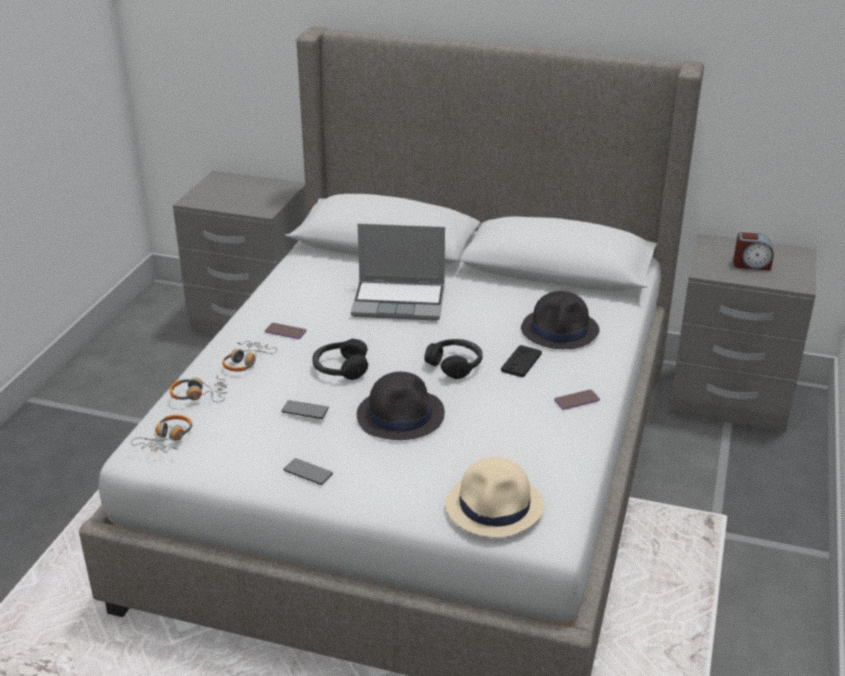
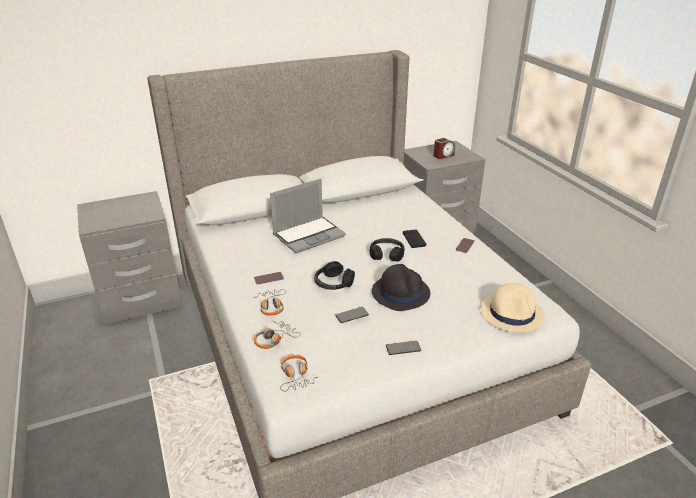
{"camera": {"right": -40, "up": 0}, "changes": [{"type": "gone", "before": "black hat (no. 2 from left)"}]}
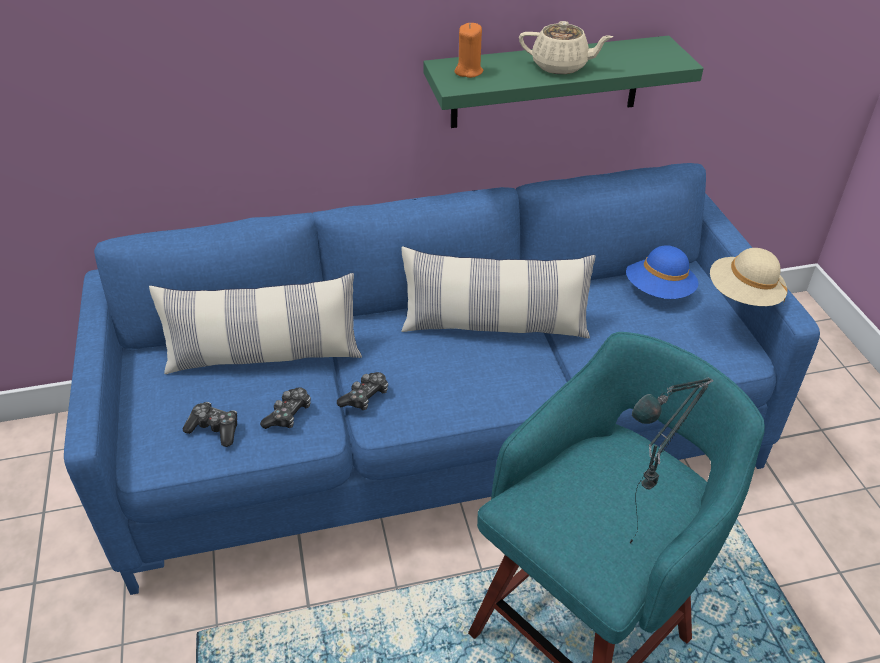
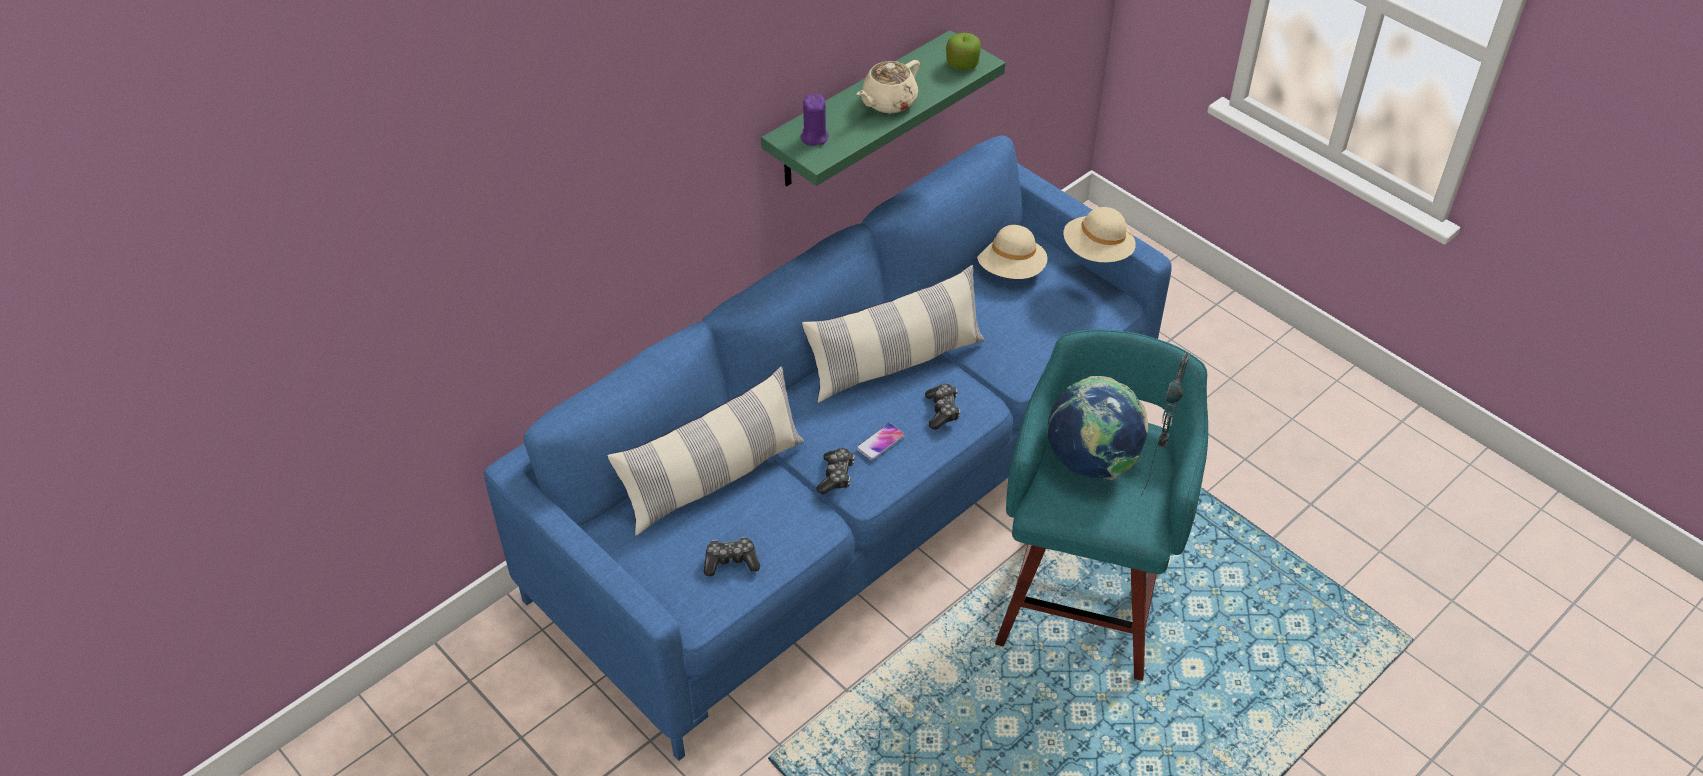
{"camera": {"right": -30, "up": 5}, "changes": [{"type": "new", "after": "phone"}, {"type": "new", "after": "apple"}, {"type": "new", "after": "globe"}, {"type": "shifted", "before": "game controller (no. 2 from left in the first image)", "after": "game controller (no. 3 from left)"}, {"type": "repainted", "before": "orange candle", "after": "purple candle"}, {"type": "repainted", "before": "blue hat", "after": "beige hat (no. 1 from left)"}, {"type": "rotated", "before": "beige teapot", "turn": 150}]}
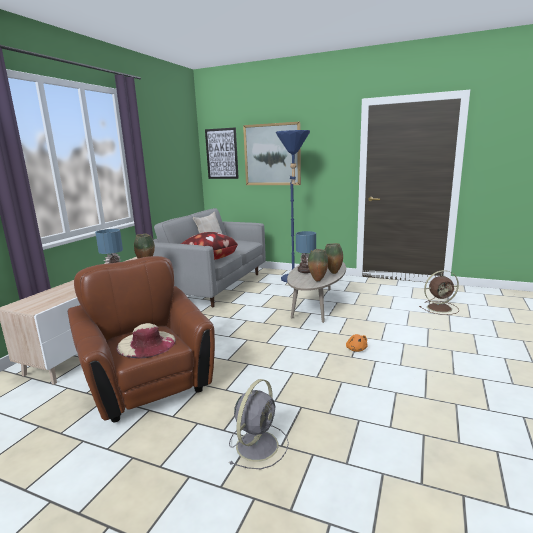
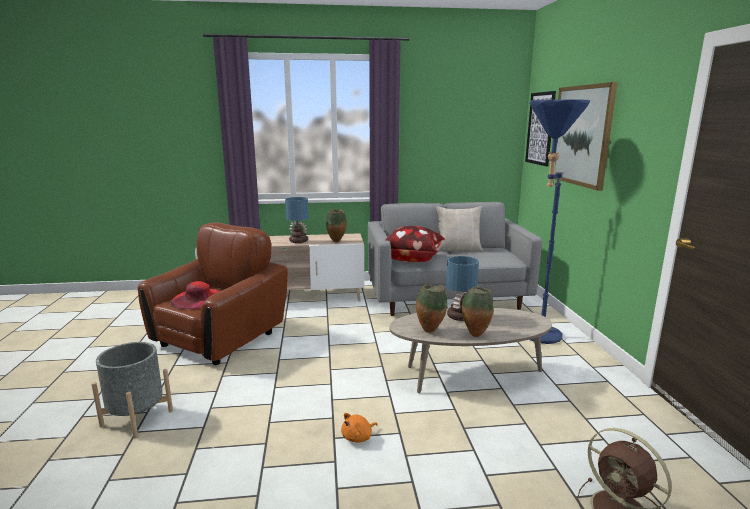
{"camera": {"right": 60, "up": 0}, "changes": [{"type": "swapped", "before": "grey fan", "after": "grey planter"}, {"type": "repainted", "before": "beige hat", "after": "red hat"}]}
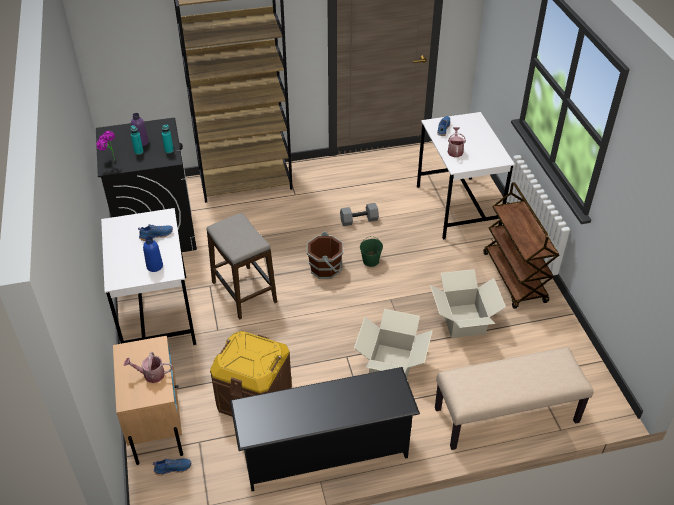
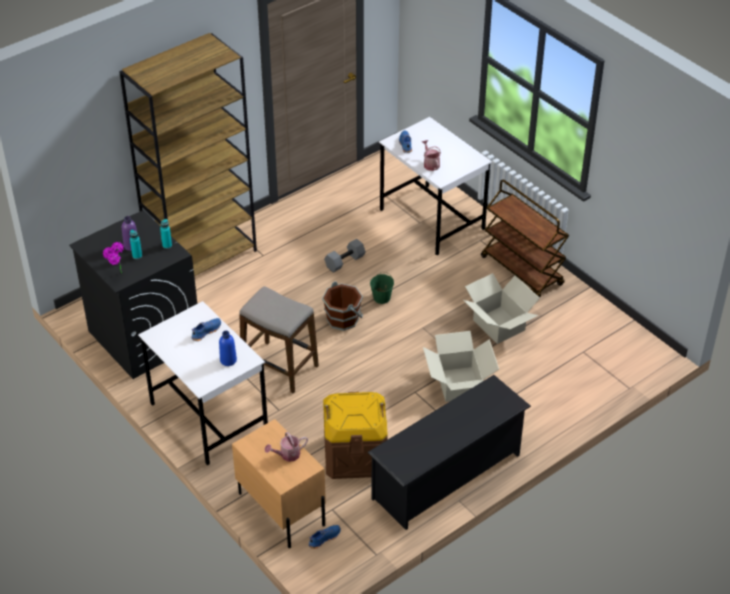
{"camera": {"right": -25, "up": 0}, "changes": [{"type": "gone", "before": "beige bench"}]}
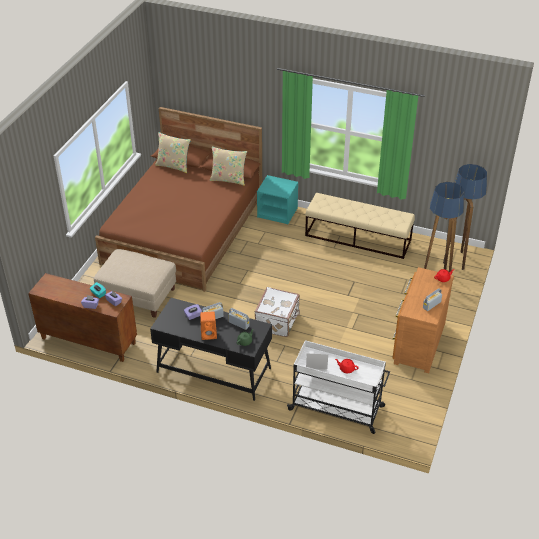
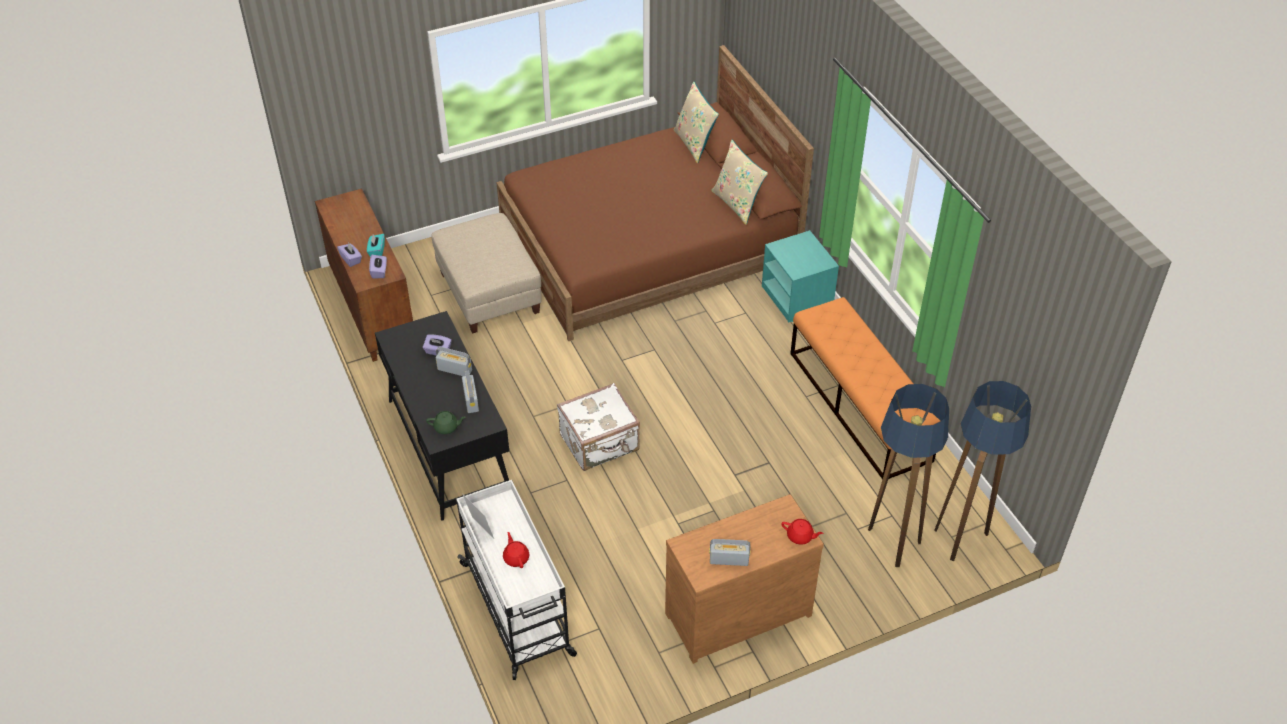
{"camera": {"right": 45, "up": 5}, "changes": [{"type": "gone", "before": "orange speaker"}, {"type": "repainted", "before": "beige bench", "after": "orange bench"}]}
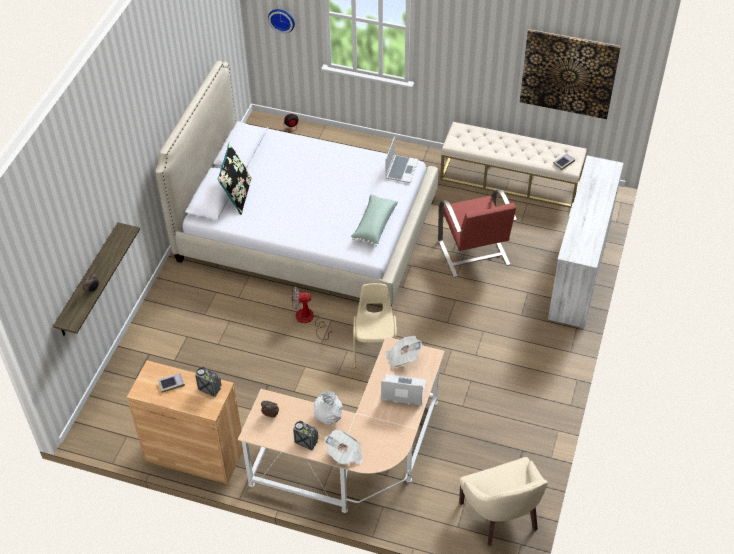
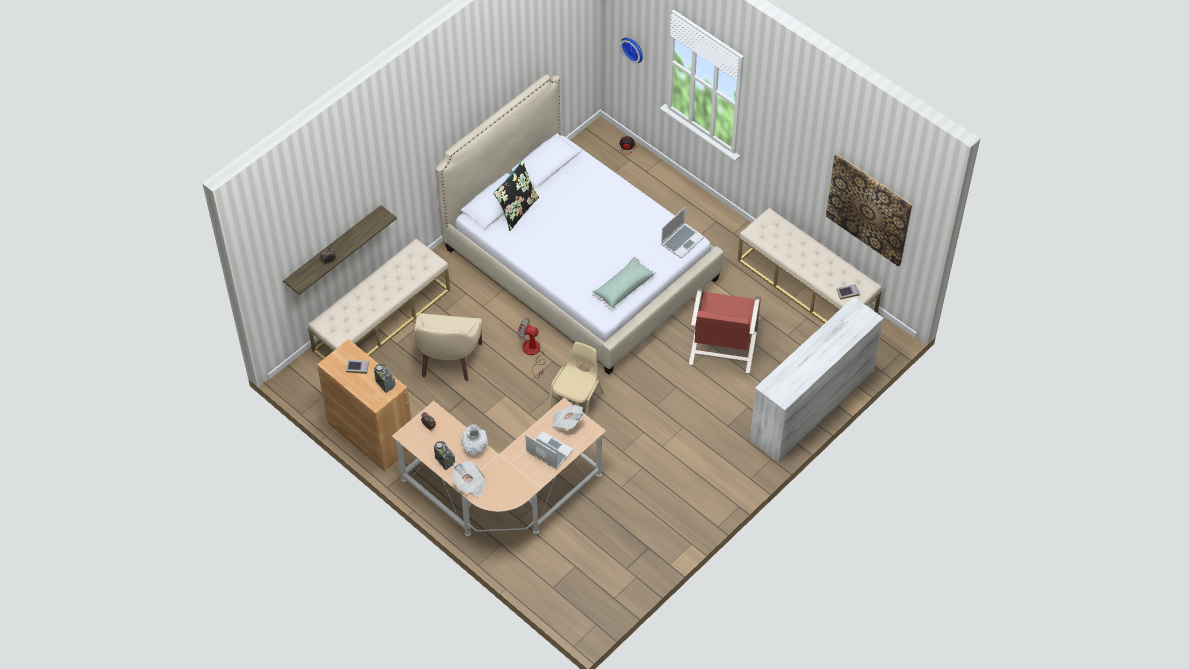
{"camera": {"right": 25, "up": 5}, "changes": [{"type": "new", "after": "beige bench (no. 1 from left)"}, {"type": "shifted", "before": "beige armchair"}]}
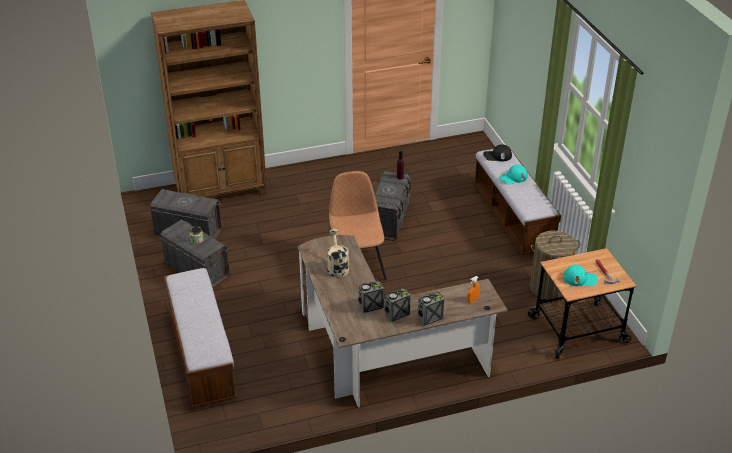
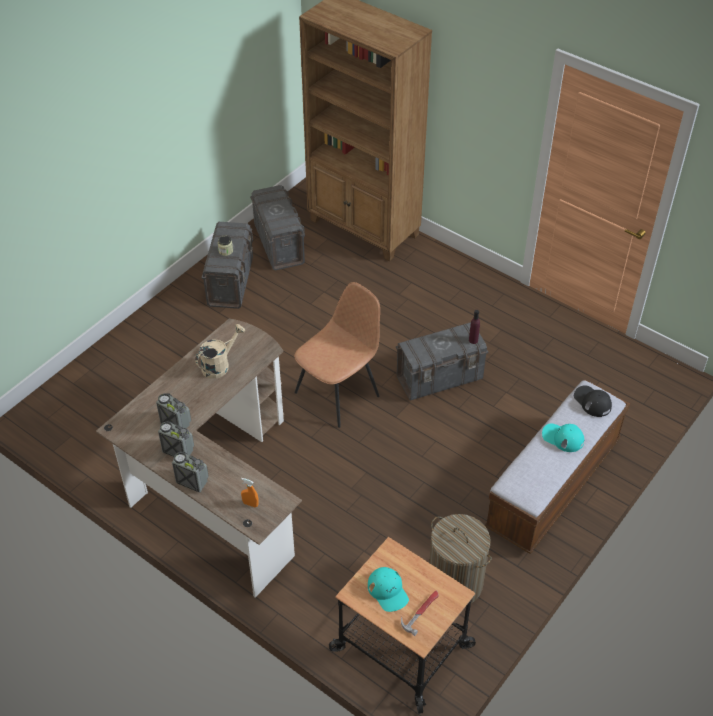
{"camera": {"right": 55, "up": 10}, "changes": [{"type": "gone", "before": "bench (no. 1 from left)"}]}
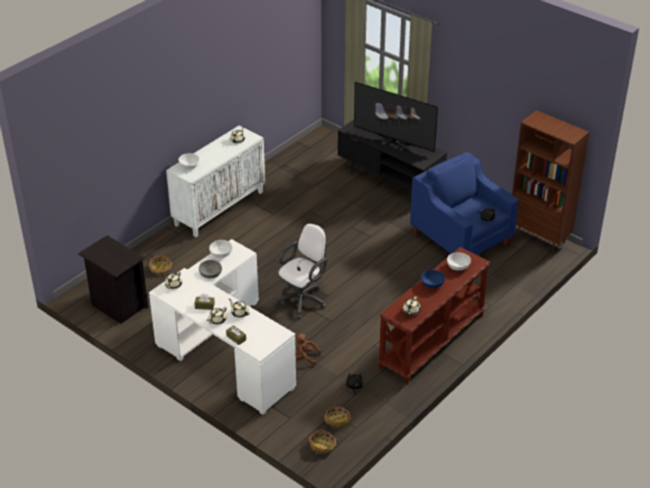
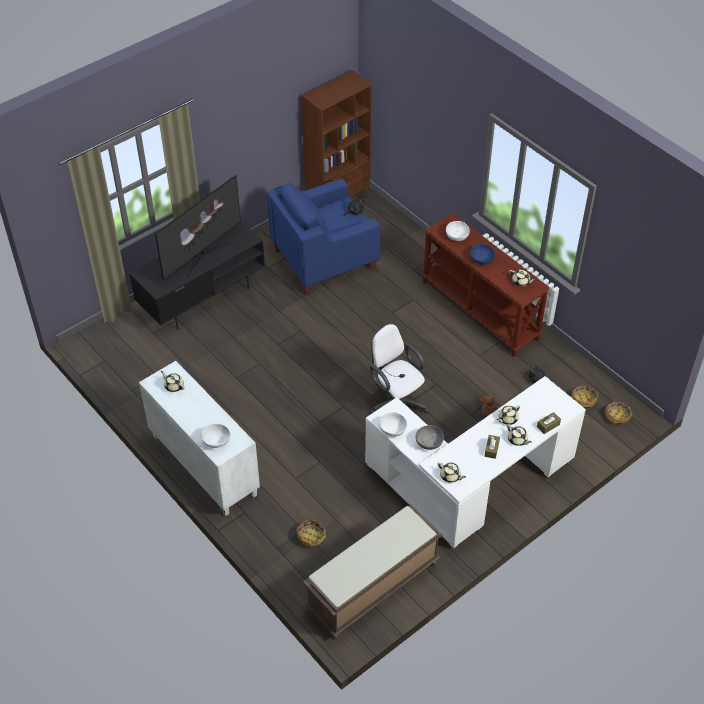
{"camera": {"right": -80, "up": 10}, "changes": [{"type": "swapped", "before": "black nightstand", "after": "brown bench"}]}
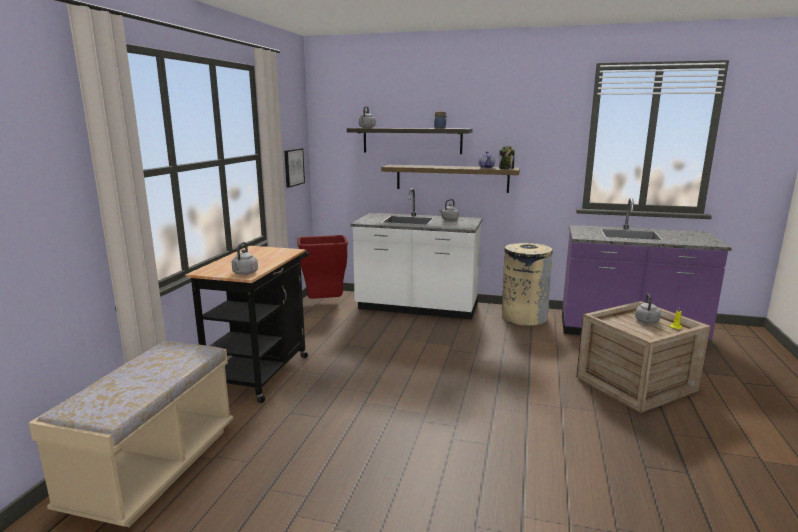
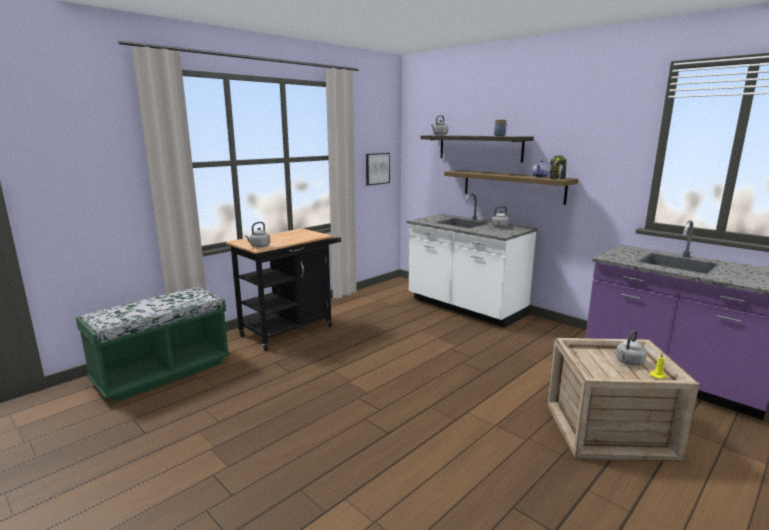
{"camera": {"right": 30, "up": 0}, "changes": [{"type": "gone", "before": "red trash can"}, {"type": "gone", "before": "beige trash can"}, {"type": "repainted", "before": "beige bench", "after": "green bench"}]}
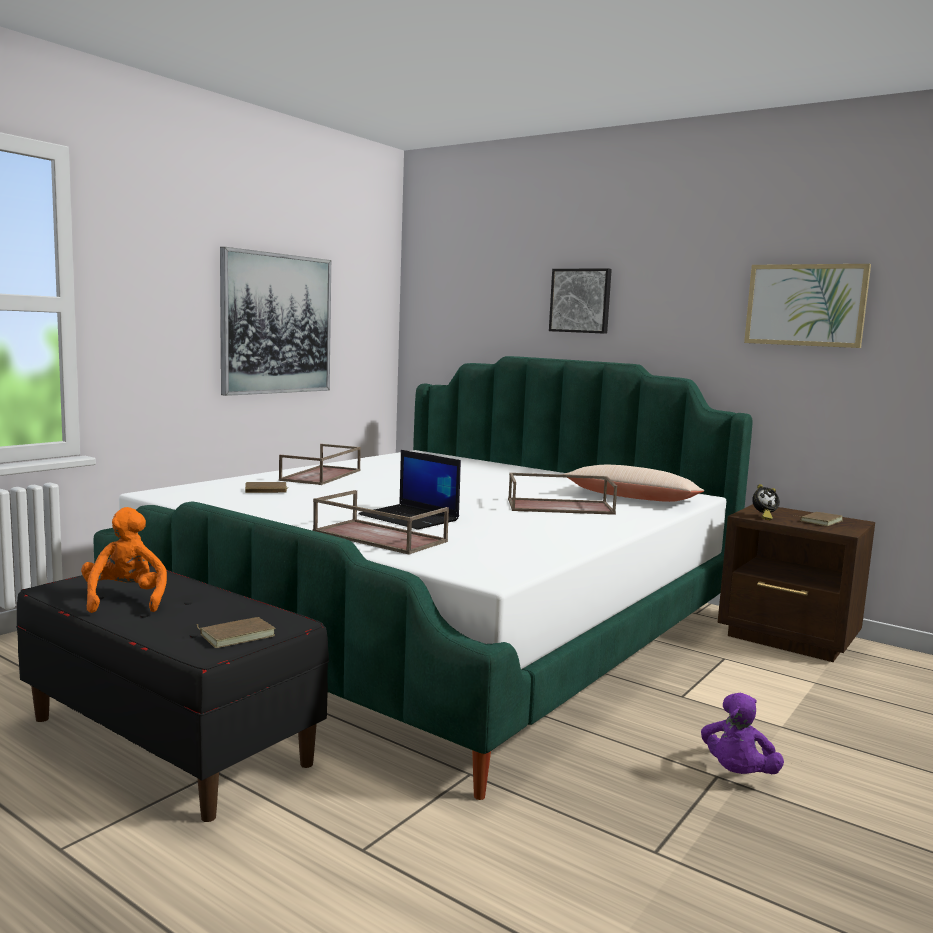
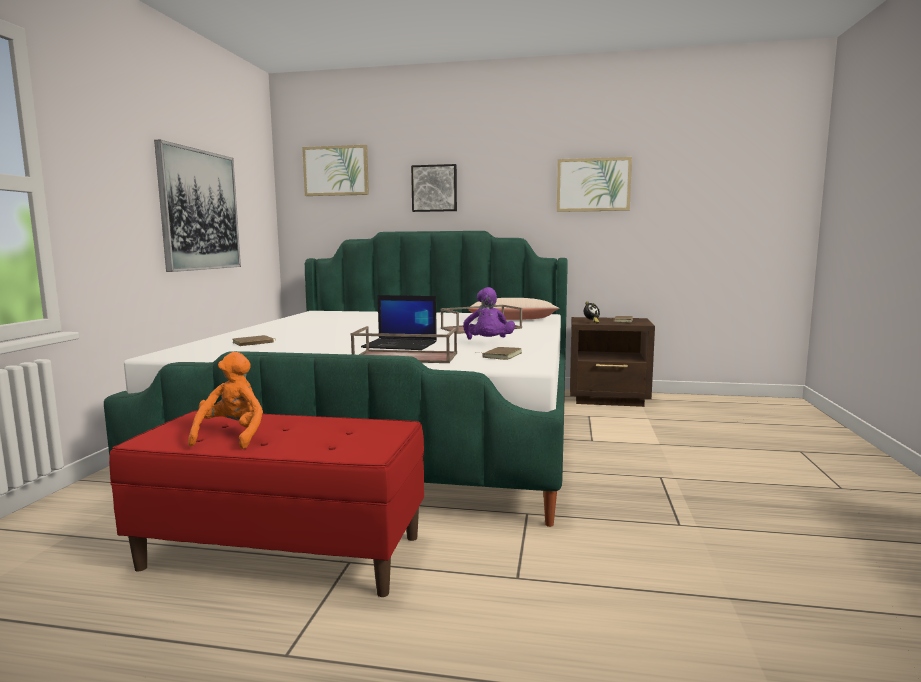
{"camera": {"right": -25, "up": 0}, "changes": [{"type": "gone", "before": "brown tray (no. 1 from left)"}, {"type": "new", "after": "picture (no. 2 from left)"}, {"type": "shifted", "before": "brown book (no. 1 from left in the first image)", "after": "brown book (no. 2 from left)"}, {"type": "shifted", "before": "purple plush toy"}, {"type": "repainted", "before": "black bench", "after": "red bench"}, {"type": "rotated", "before": "orange plush toy", "turn": 45}]}
